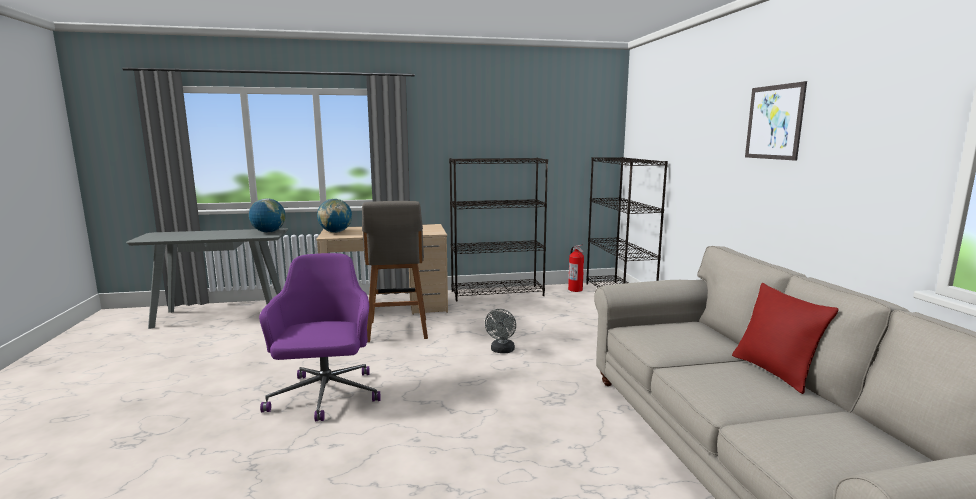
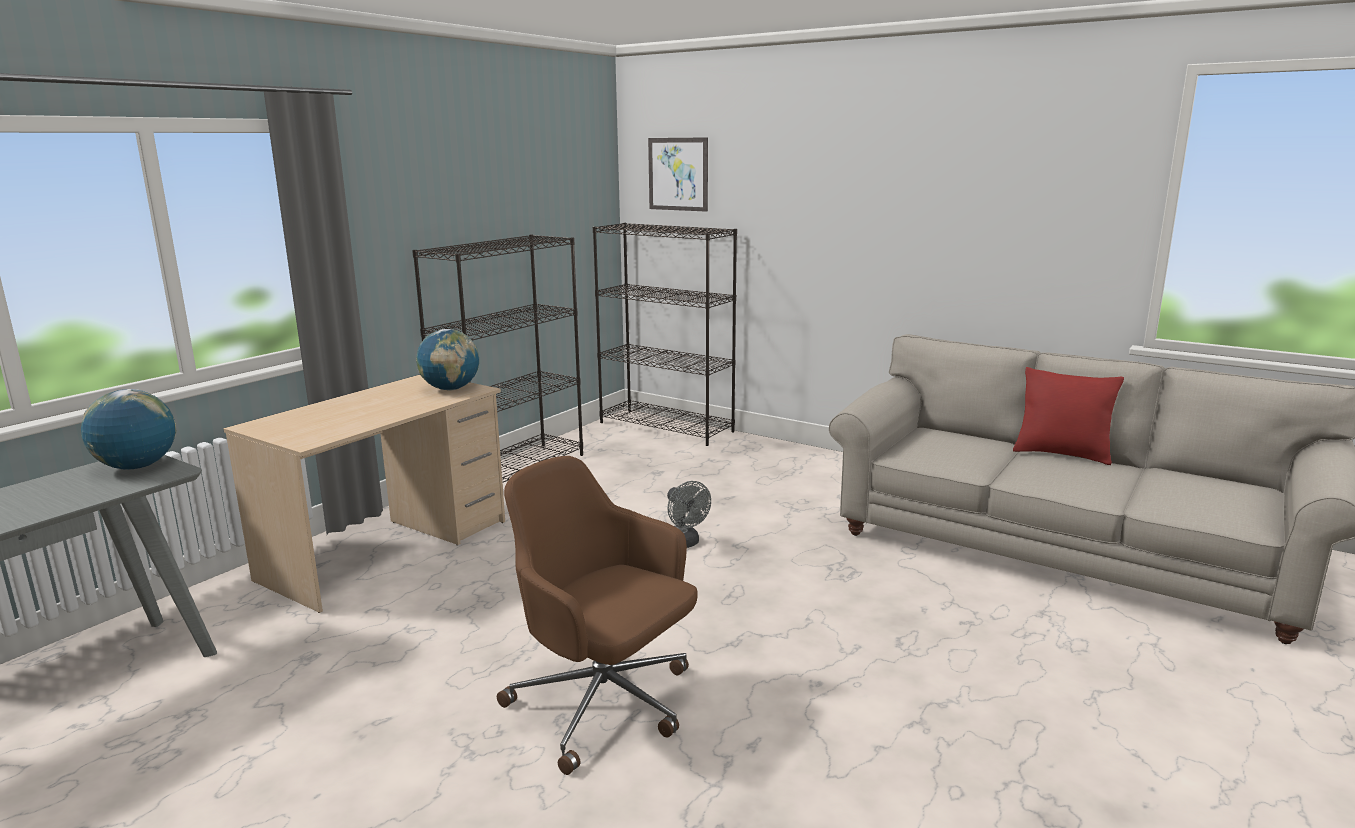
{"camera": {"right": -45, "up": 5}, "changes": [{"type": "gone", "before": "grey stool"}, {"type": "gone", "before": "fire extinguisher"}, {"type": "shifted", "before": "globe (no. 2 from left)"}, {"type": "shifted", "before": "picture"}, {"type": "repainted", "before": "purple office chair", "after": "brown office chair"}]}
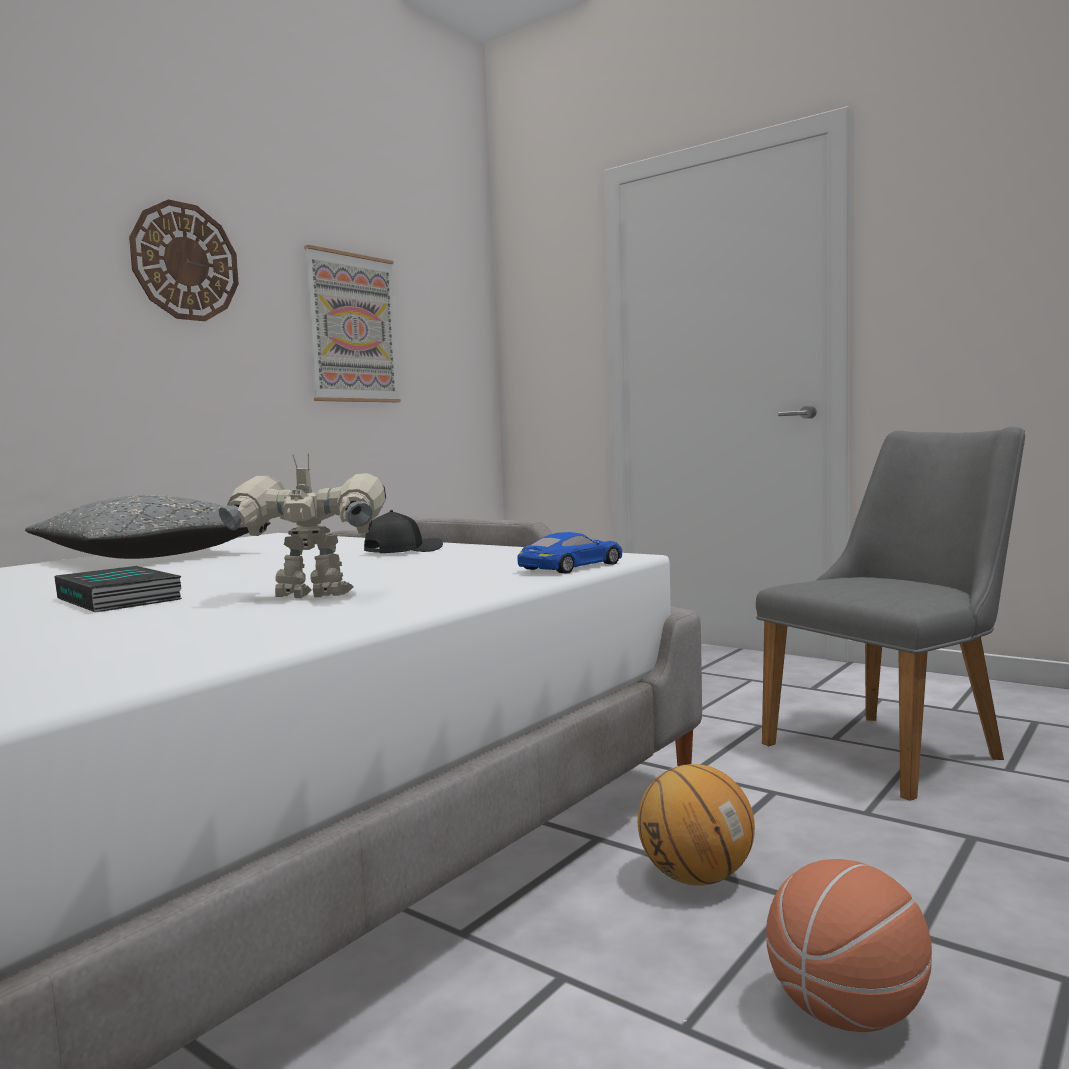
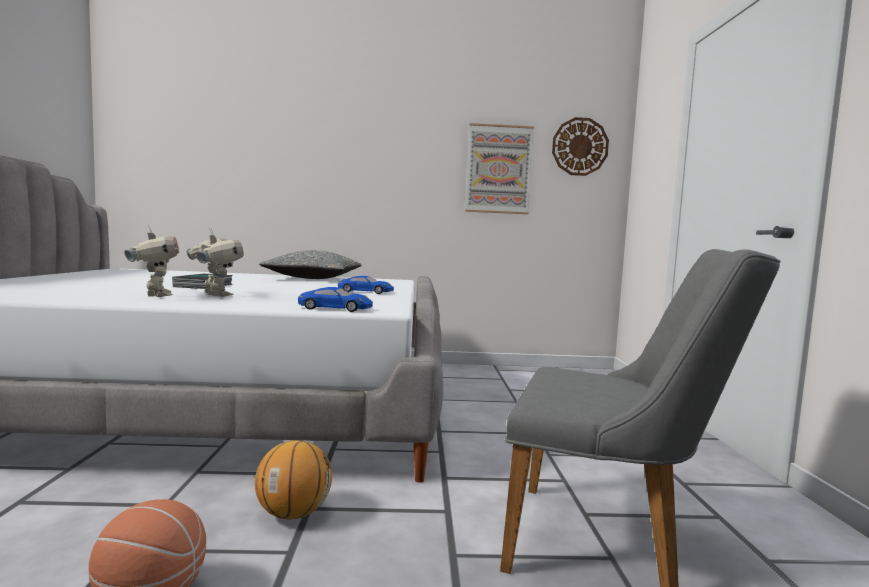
{"camera": {"right": 50, "up": 0}, "changes": [{"type": "new", "after": "toy robot (no. 1 from left)"}, {"type": "shifted", "before": "wall clock"}, {"type": "swapped", "before": "black cap", "after": "blue toy car (no. 2 from left)"}]}
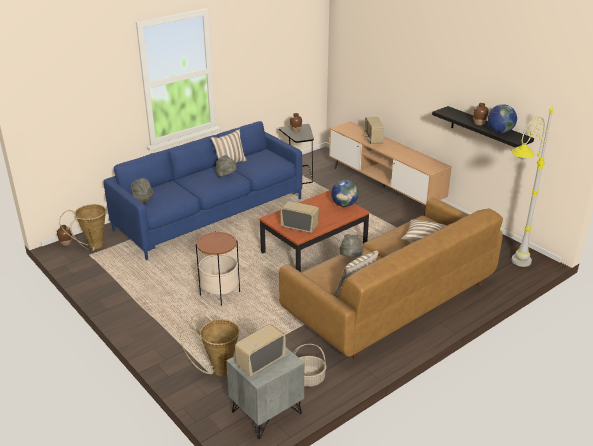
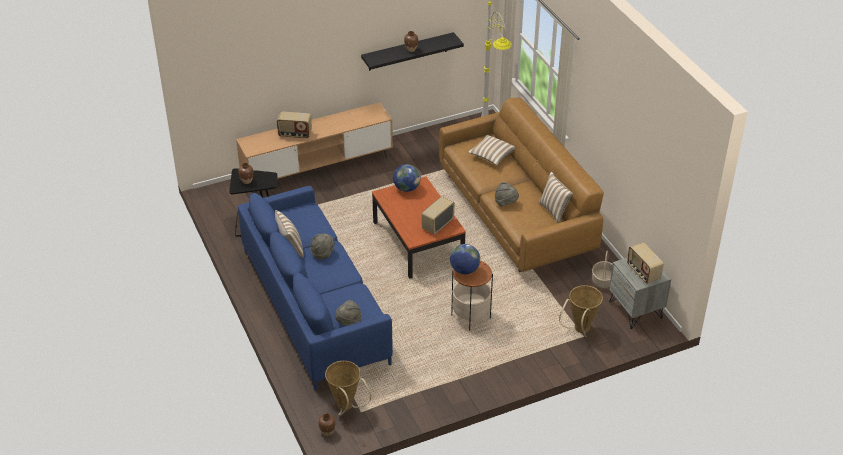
{"camera": {"right": -75, "up": 10}, "changes": [{"type": "shifted", "before": "globe (no. 2 from left)"}]}
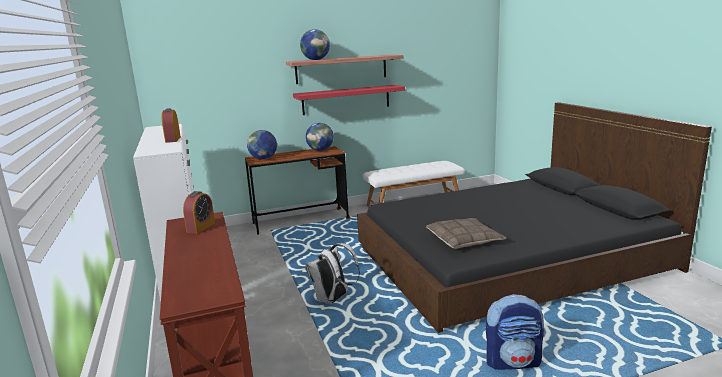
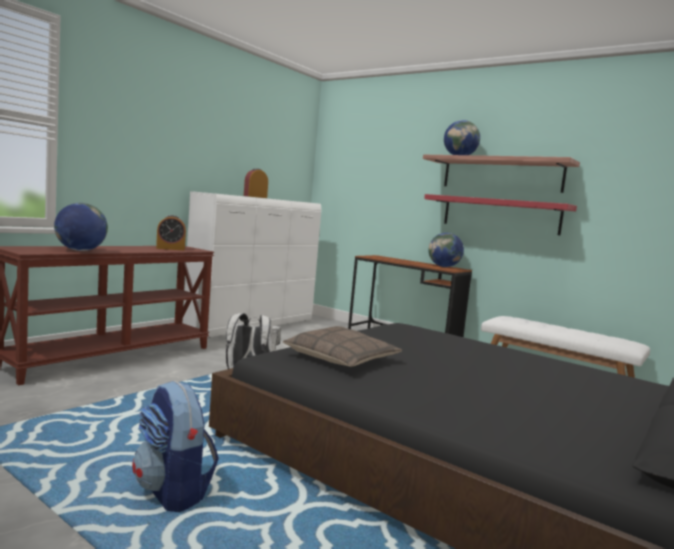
{"camera": {"right": 55, "up": -10}, "changes": [{"type": "shifted", "before": "globe (no. 1 from left)"}]}
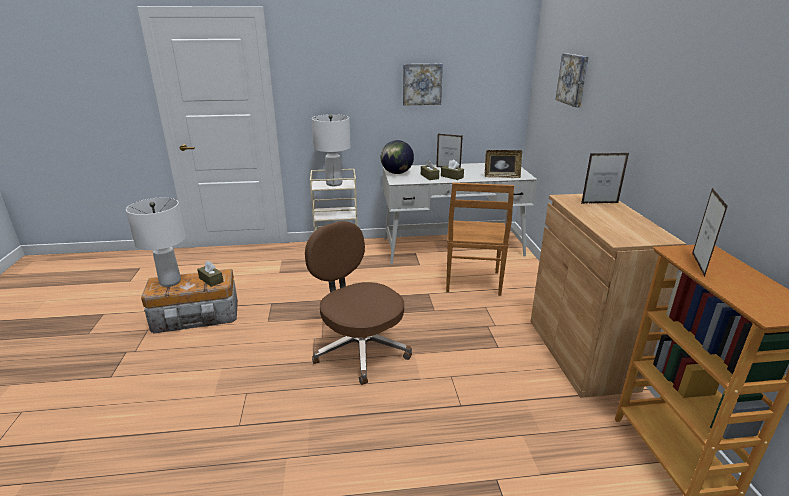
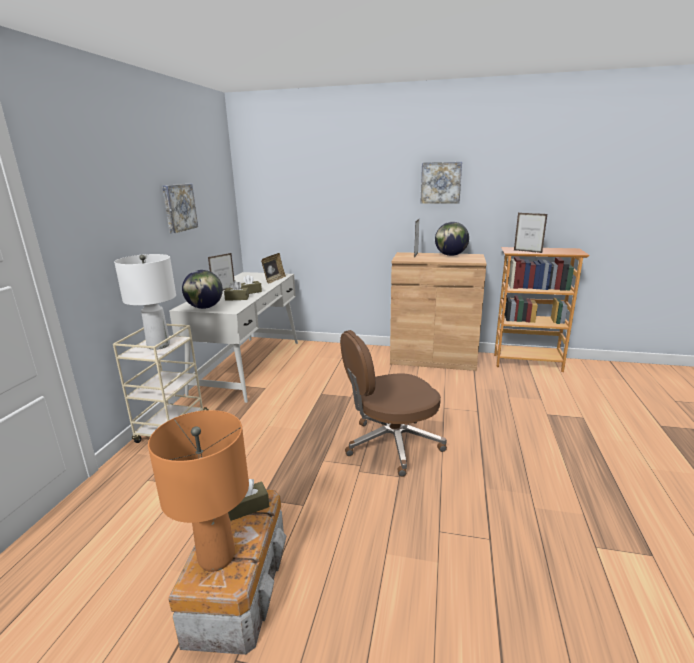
{"camera": {"right": -70, "up": -5}, "changes": [{"type": "gone", "before": "brown chair"}, {"type": "new", "after": "globe (no. 2 from left)"}, {"type": "shifted", "before": "picture (no. 2 from left)"}, {"type": "repainted", "before": "white table lamp (no. 1 from left)", "after": "orange table lamp"}]}
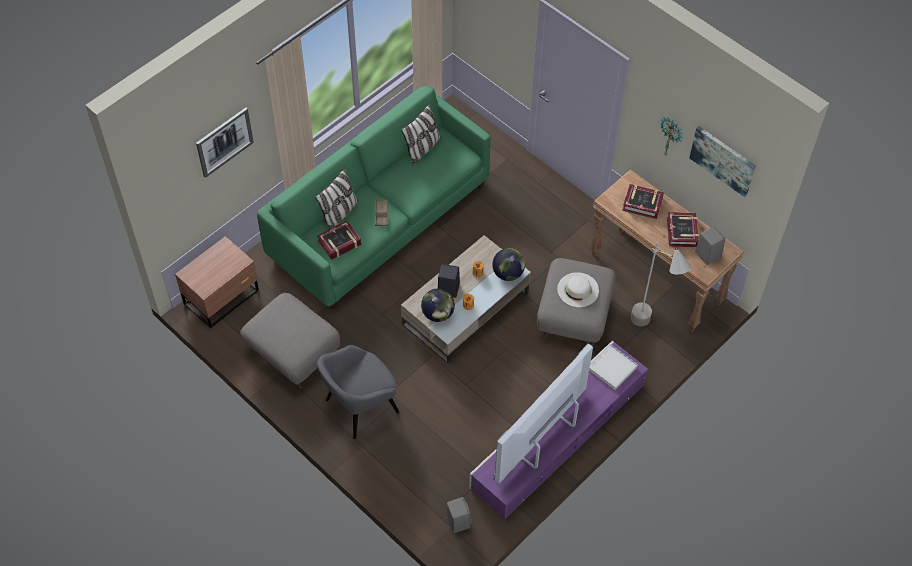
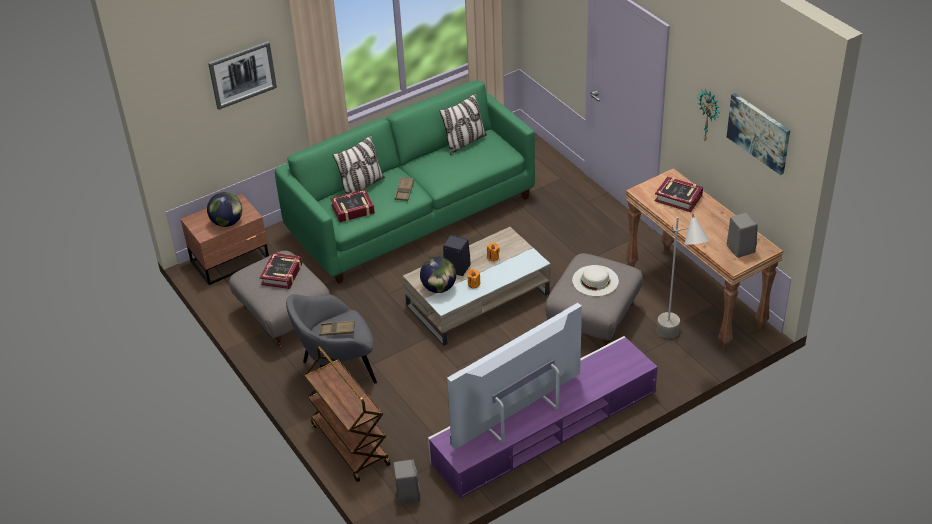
{"camera": {"right": 15, "up": -15}, "changes": [{"type": "gone", "before": "white tray"}, {"type": "new", "after": "brown cart"}, {"type": "new", "after": "brown tray (no. 1 from left)"}, {"type": "shifted", "before": "globe (no. 2 from left in the first image)", "after": "globe (no. 1 from left)"}, {"type": "shifted", "before": "book (no. 3 from left in the first image)", "after": "book (no. 1 from left)"}]}
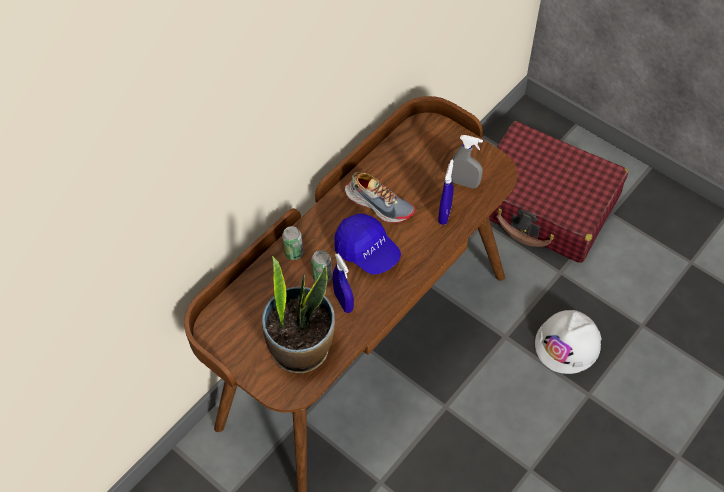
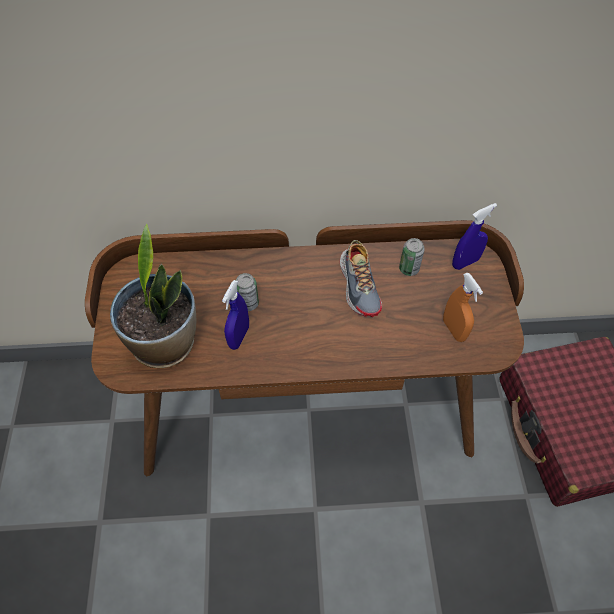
{"camera": {"right": 45, "up": 0}, "changes": [{"type": "gone", "before": "blue cap"}, {"type": "gone", "before": "white hard hat"}, {"type": "shifted", "before": "can (no. 1 from left in the first image)", "after": "can (no. 2 from left)"}, {"type": "shifted", "before": "blue spray bottle (no. 2 from left)"}, {"type": "repainted", "before": "grey spray bottle", "after": "orange spray bottle"}]}
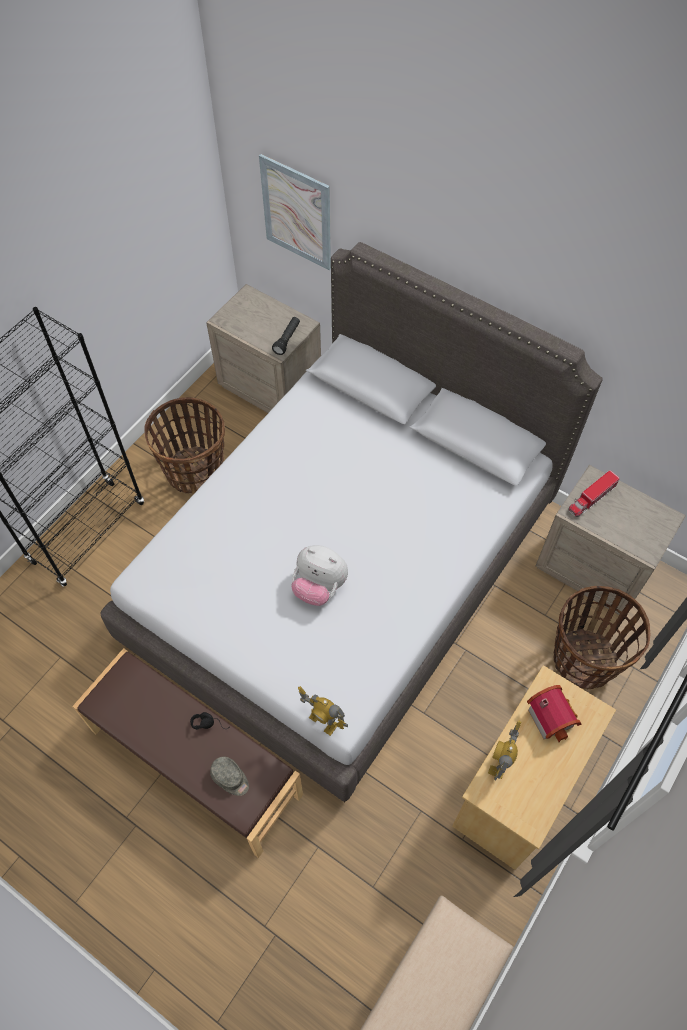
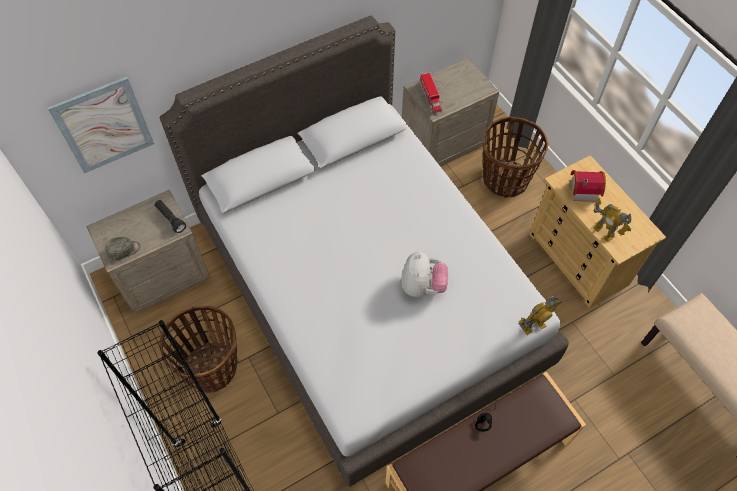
{"camera": {"right": -65, "up": 0}, "changes": [{"type": "shifted", "before": "grey cap"}, {"type": "rotated", "before": "plush toy", "turn": -45}]}
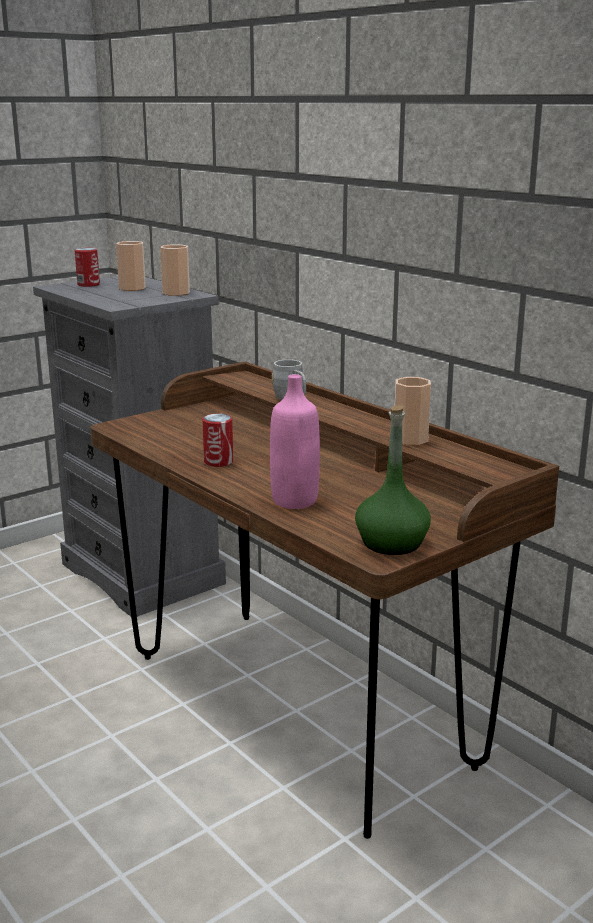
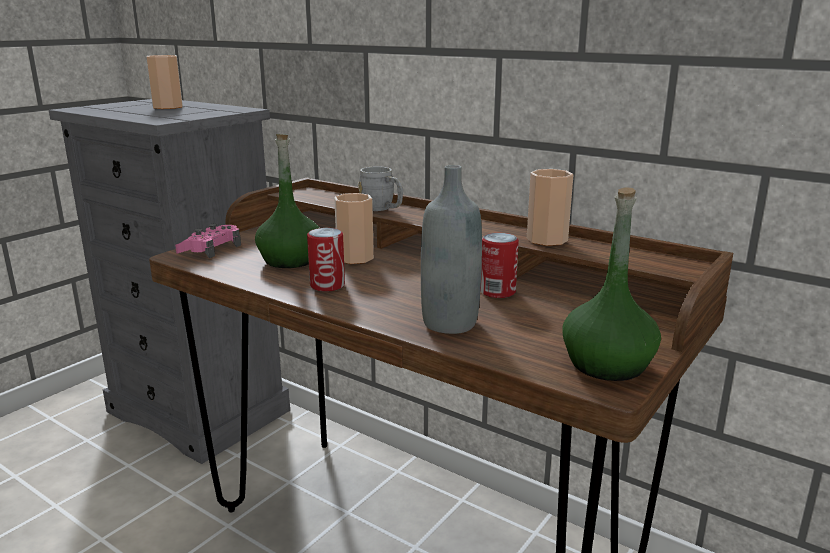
{"camera": {"right": -15, "up": 0}, "changes": [{"type": "new", "after": "pink game controller"}, {"type": "new", "after": "green bottle (no. 1 from left)"}, {"type": "shifted", "before": "can (no. 1 from left in the first image)", "after": "can (no. 2 from left)"}, {"type": "shifted", "before": "cup (no. 2 from left)"}, {"type": "repainted", "before": "pink bottle", "after": "grey bottle"}]}
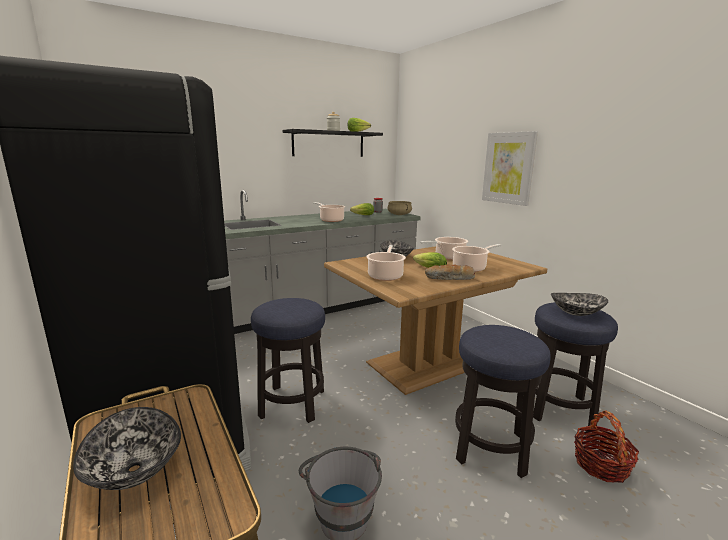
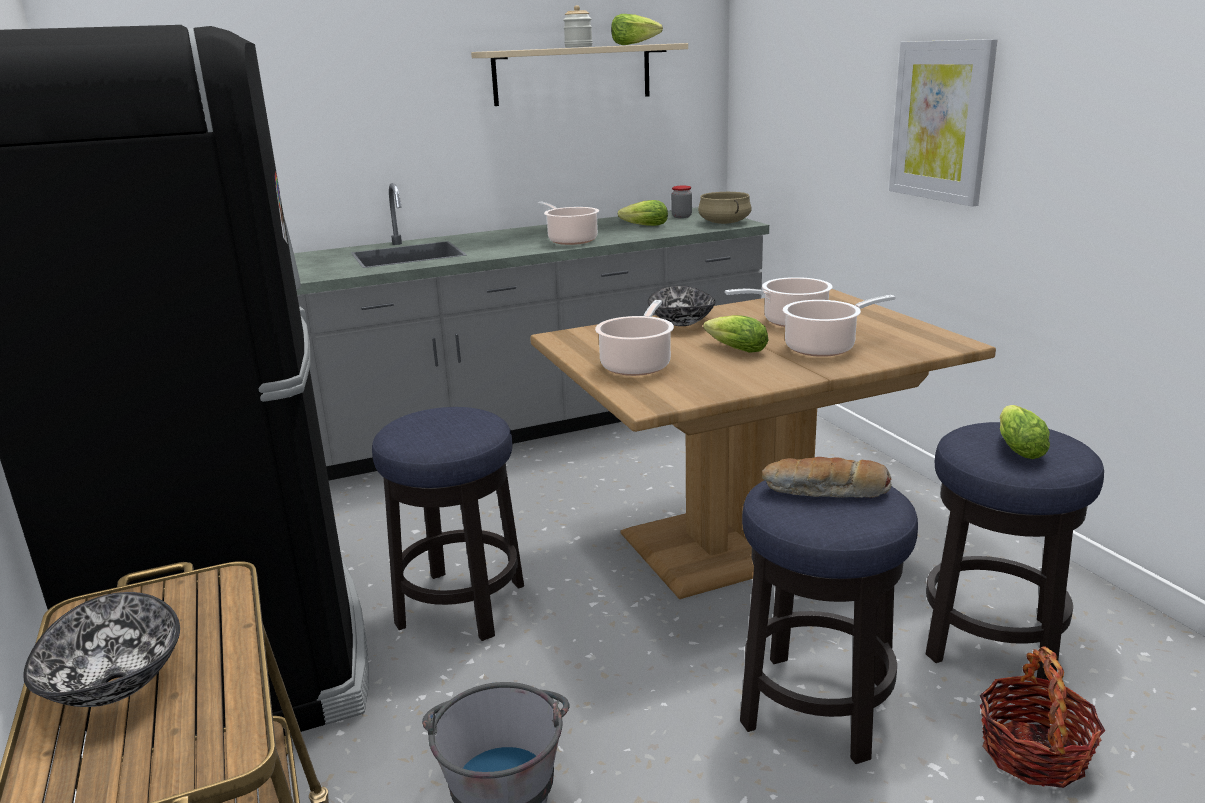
{"camera": {"right": 10, "up": 5}, "changes": [{"type": "shifted", "before": "bread"}, {"type": "swapped", "before": "bowl (no. 3 from left)", "after": "lettuce (no. 4 from left)"}, {"type": "repainted", "before": "black shelf", "after": "beige shelf"}]}
